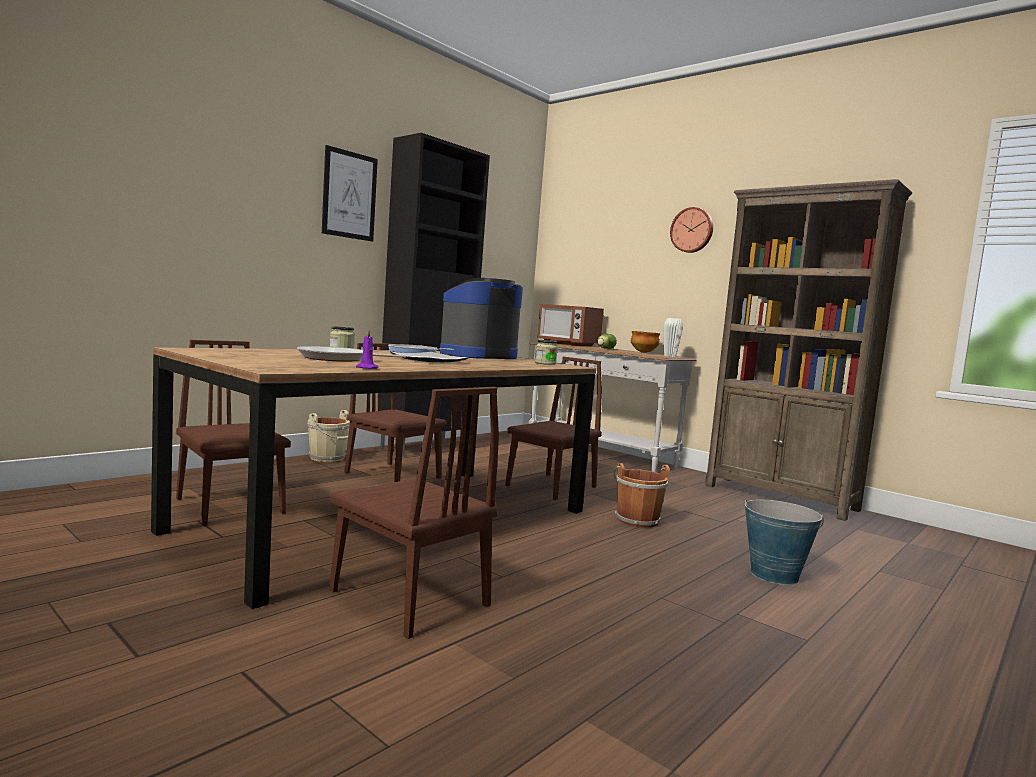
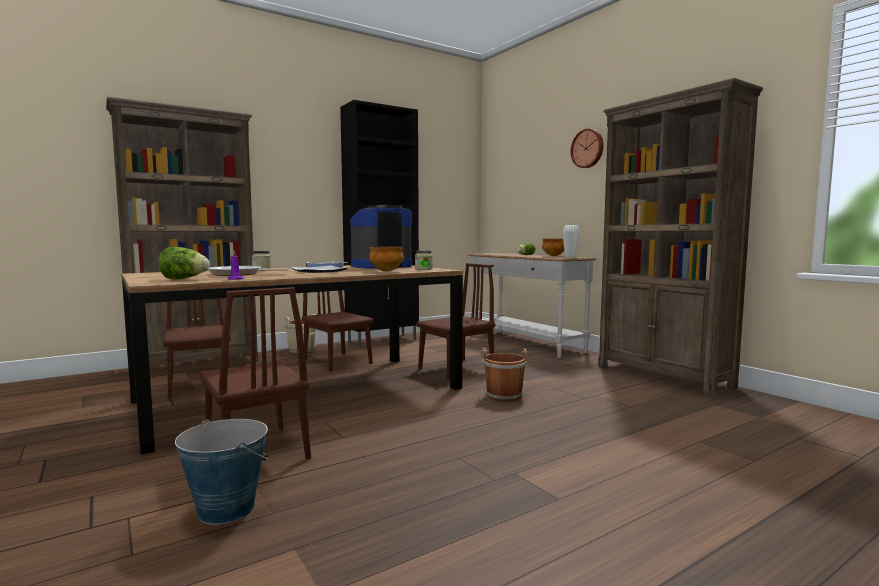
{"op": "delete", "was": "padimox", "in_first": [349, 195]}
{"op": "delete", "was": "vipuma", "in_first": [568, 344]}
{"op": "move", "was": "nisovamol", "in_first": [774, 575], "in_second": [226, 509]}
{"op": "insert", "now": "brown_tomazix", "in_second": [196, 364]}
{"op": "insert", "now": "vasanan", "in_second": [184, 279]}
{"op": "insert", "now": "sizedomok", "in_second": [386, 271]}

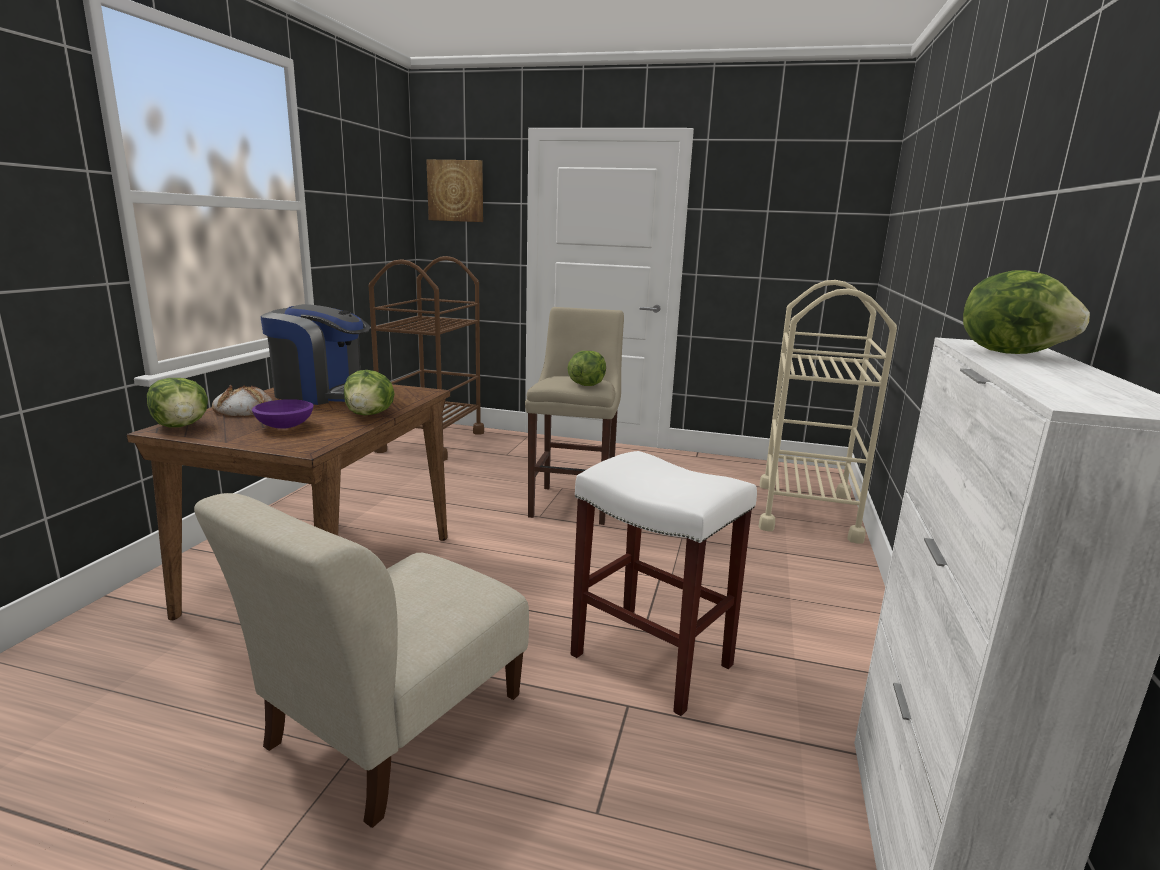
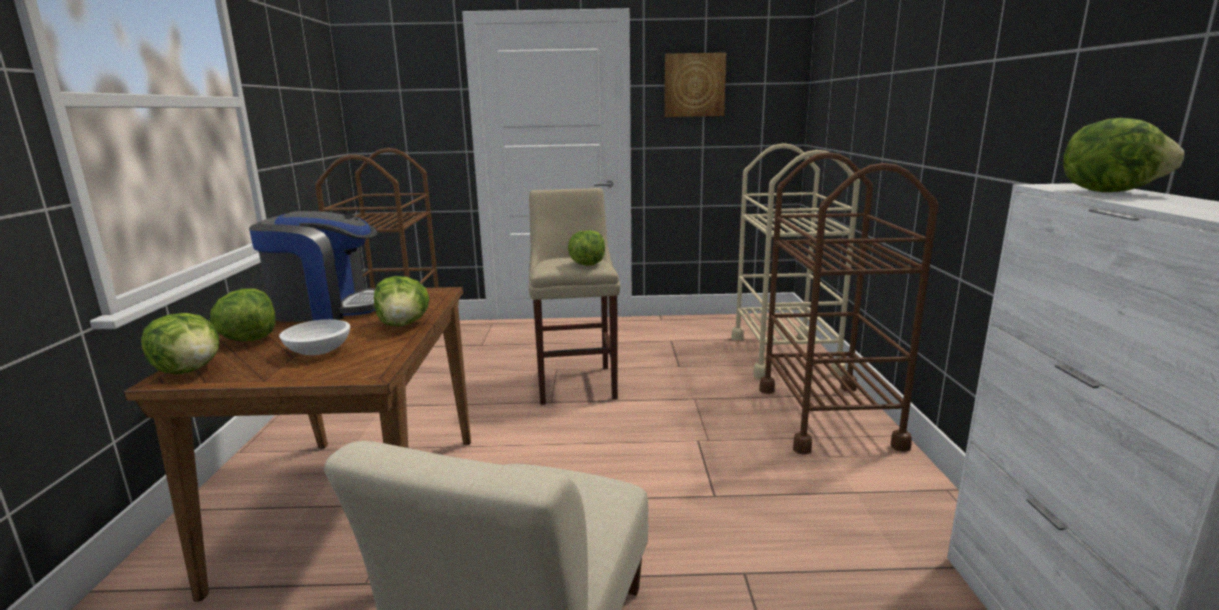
{"op": "replace", "was": "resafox", "now": "vasanan", "in_first": [243, 409], "in_second": [249, 339]}
{"op": "recolor", "was": "purple_sizedomok", "now": "white_sizedomok", "in_first": [284, 426], "in_second": [318, 351]}
{"op": "move", "was": "padimox", "in_first": [456, 191], "in_second": [694, 85]}
{"op": "delete", "was": "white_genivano", "in_first": [653, 660]}
{"op": "insert", "now": "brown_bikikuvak", "in_second": [827, 416]}

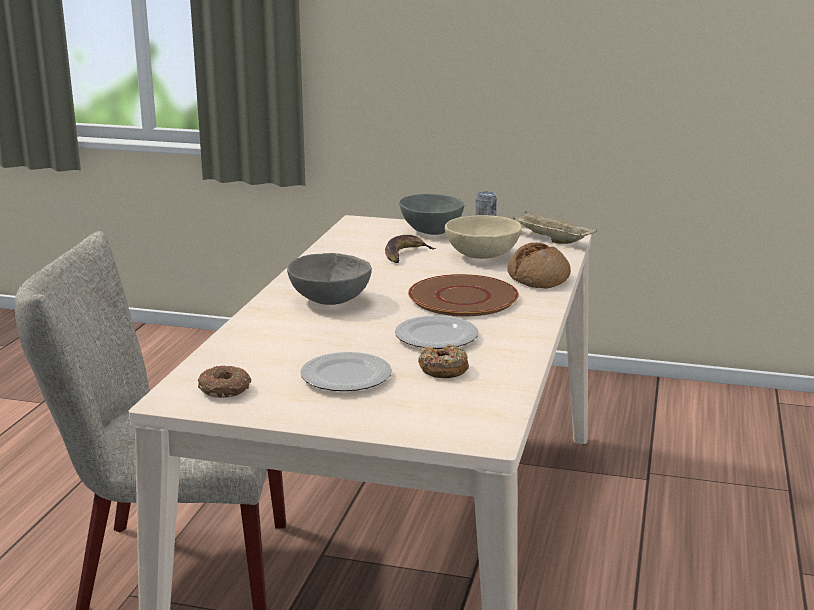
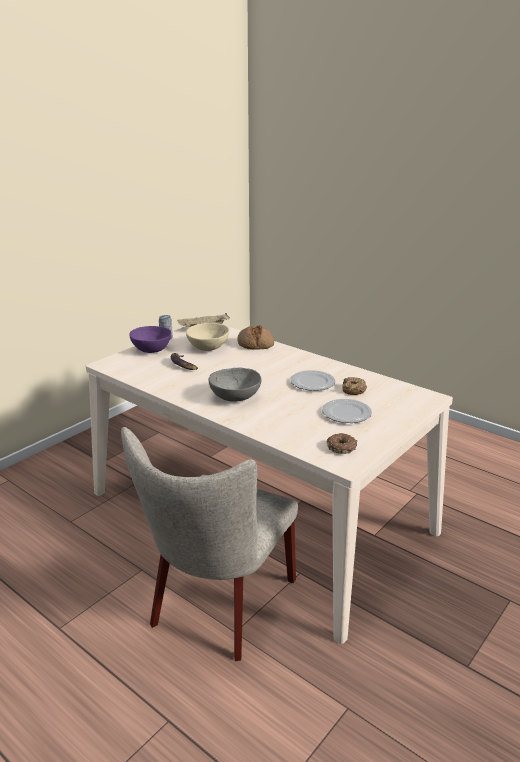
{"op": "recolor", "was": "grey_sizedomok", "now": "purple_sizedomok", "in_first": [431, 231], "in_second": [150, 350]}
{"op": "delete", "was": "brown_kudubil", "in_first": [464, 297]}

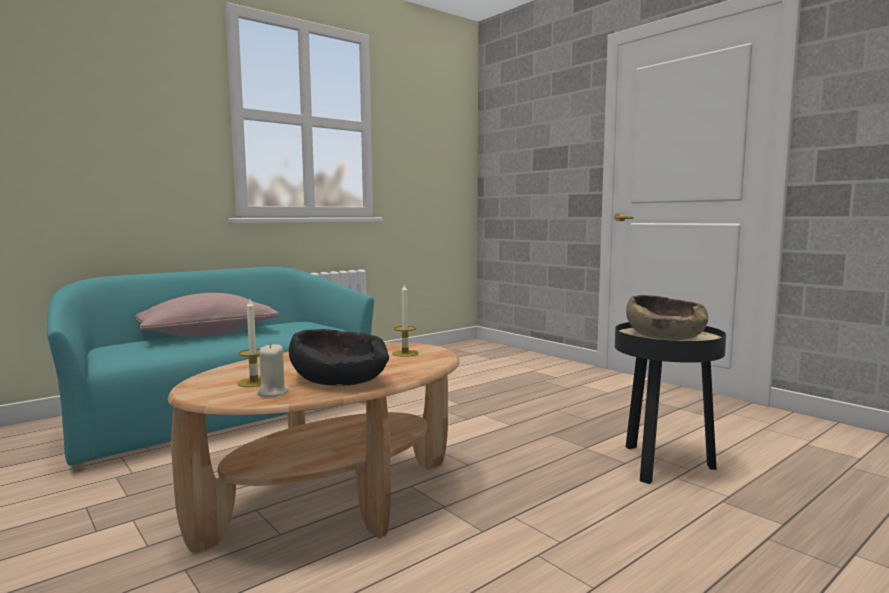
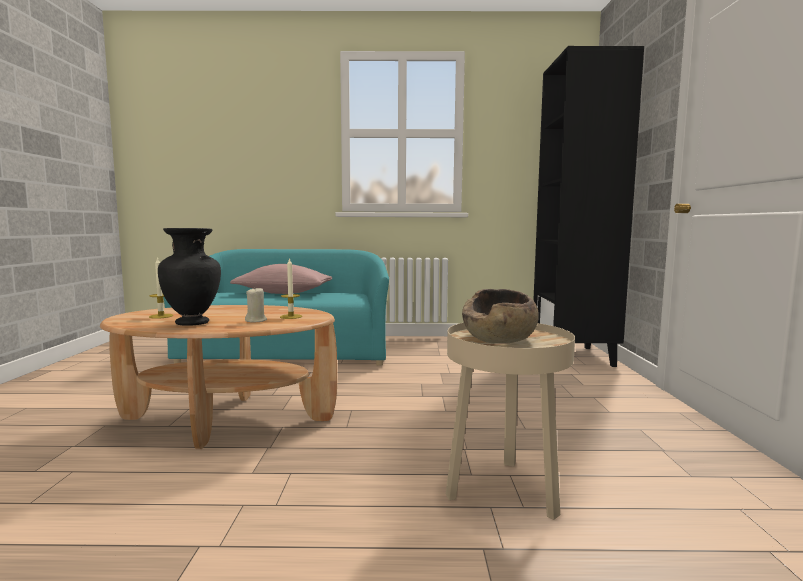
{"op": "move", "was": "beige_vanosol", "in_first": [272, 393], "in_second": [256, 321]}
{"op": "replace", "was": "black_sizedomok", "now": "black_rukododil", "in_first": [339, 380], "in_second": [193, 323]}
{"op": "recolor", "was": "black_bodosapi", "now": "beige_bodosapi", "in_first": [662, 464], "in_second": [504, 490]}
{"op": "insert", "now": "black_tomazix", "in_second": [574, 356]}

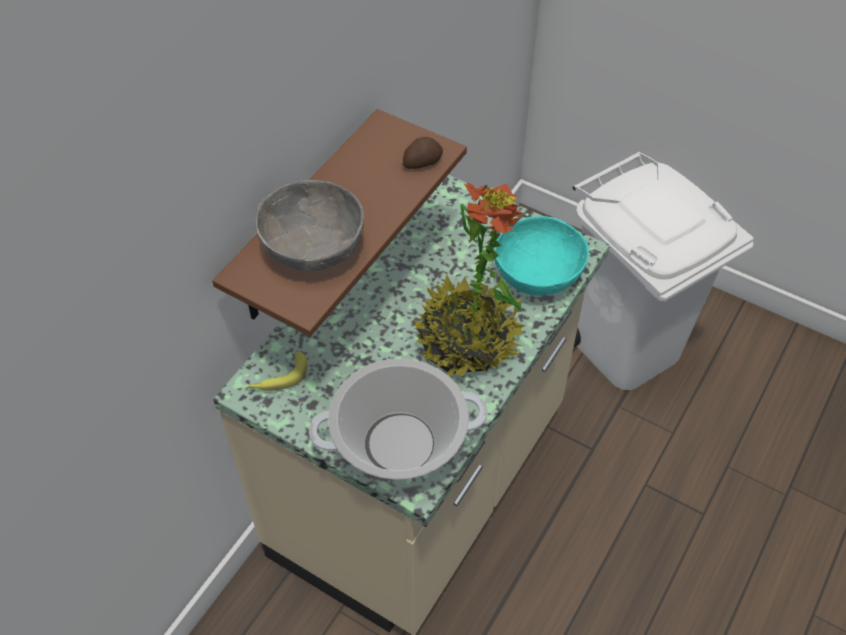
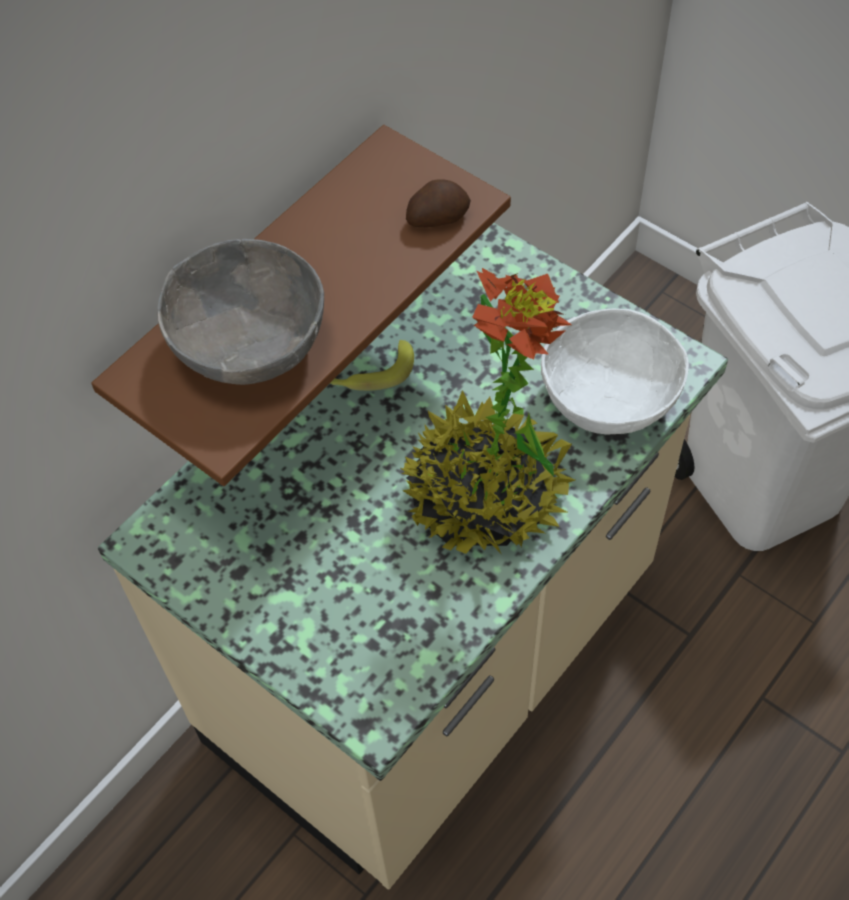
{"op": "move", "was": "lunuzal", "in_first": [278, 378], "in_second": [372, 374]}
{"op": "delete", "was": "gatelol", "in_first": [399, 444]}
{"op": "recolor", "was": "turquoise_sizedomok", "now": "white_sizedomok", "in_first": [538, 274], "in_second": [610, 397]}

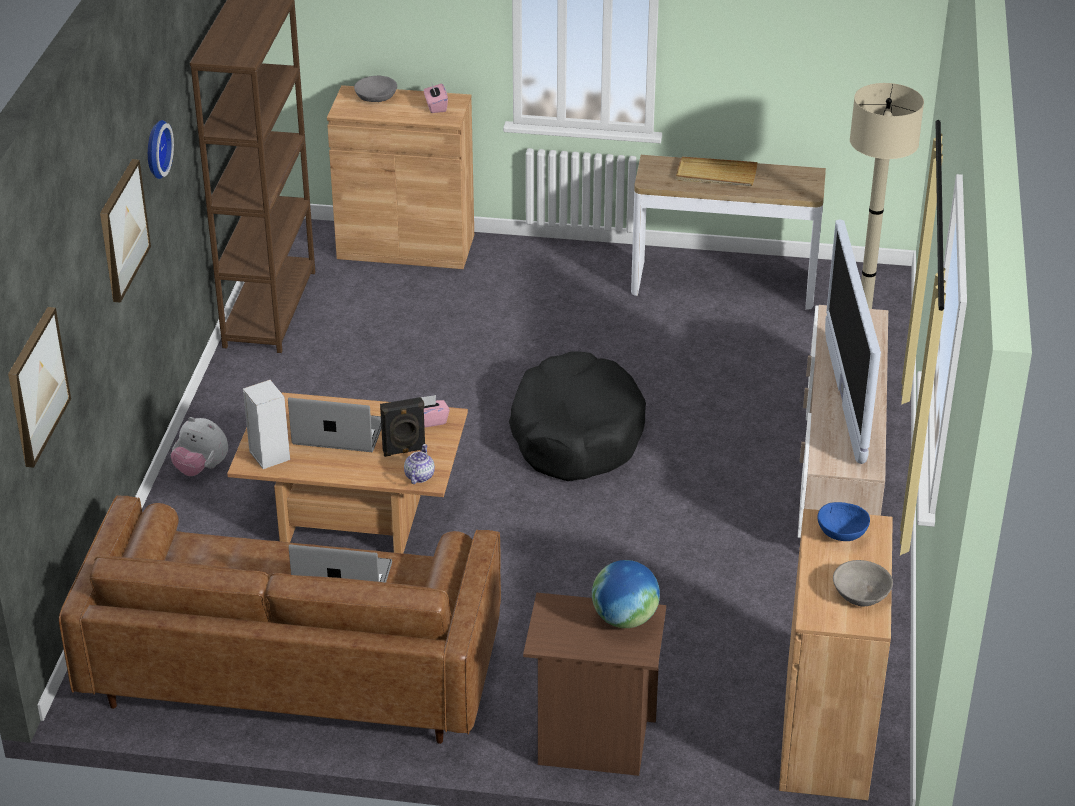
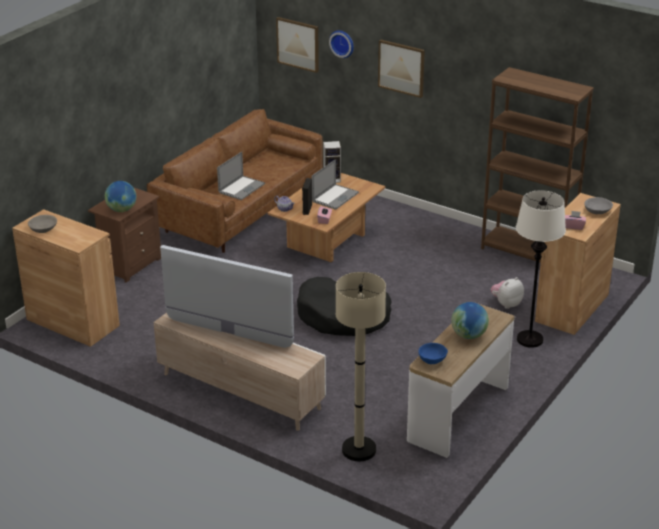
{"op": "move", "was": "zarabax", "in_first": [155, 149], "in_second": [342, 43]}
{"op": "move", "was": "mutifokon", "in_first": [201, 468], "in_second": [506, 304]}
{"op": "replace", "was": "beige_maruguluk", "now": "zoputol", "in_first": [716, 175], "in_second": [469, 335]}
{"op": "move", "was": "blue_sizedomok", "in_first": [841, 534], "in_second": [432, 360]}
{"op": "insert", "now": "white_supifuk", "in_second": [530, 340]}

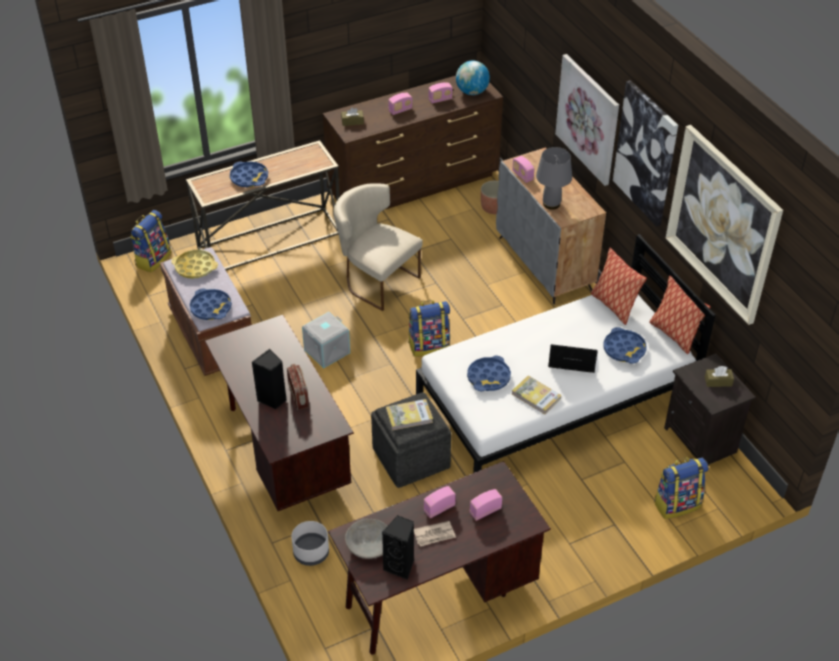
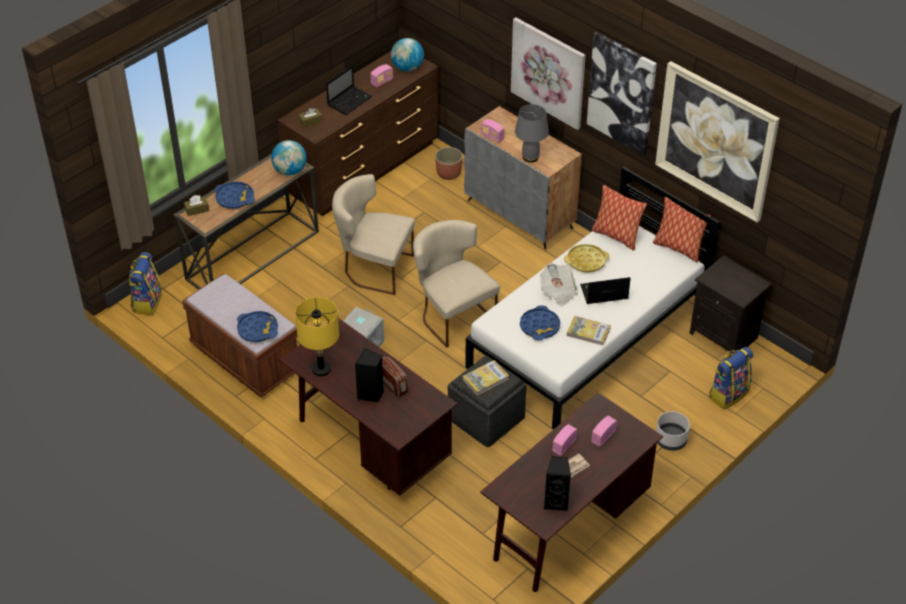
{"op": "move", "was": "yellow_maruguluk", "in_first": [195, 267], "in_second": [586, 261]}
{"op": "move", "was": "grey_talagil", "in_first": [311, 552], "in_second": [670, 440]}
{"op": "delete", "was": "grey_sizedomok", "in_first": [368, 546]}
{"op": "replace", "was": "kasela", "now": "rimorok", "in_first": [400, 110], "in_second": [350, 100]}
{"op": "replace", "was": "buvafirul", "now": "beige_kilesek", "in_first": [429, 345], "in_second": [452, 315]}
{"op": "delete", "was": "blue_maruguluk", "in_first": [624, 349]}
{"op": "move", "was": "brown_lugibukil", "in_first": [718, 381], "in_second": [197, 210]}
{"op": "insert", "now": "zoputol", "in_second": [290, 171]}
{"op": "insert", "now": "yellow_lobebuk", "in_second": [321, 369]}
{"op": "insert", "now": "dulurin", "in_second": [558, 292]}

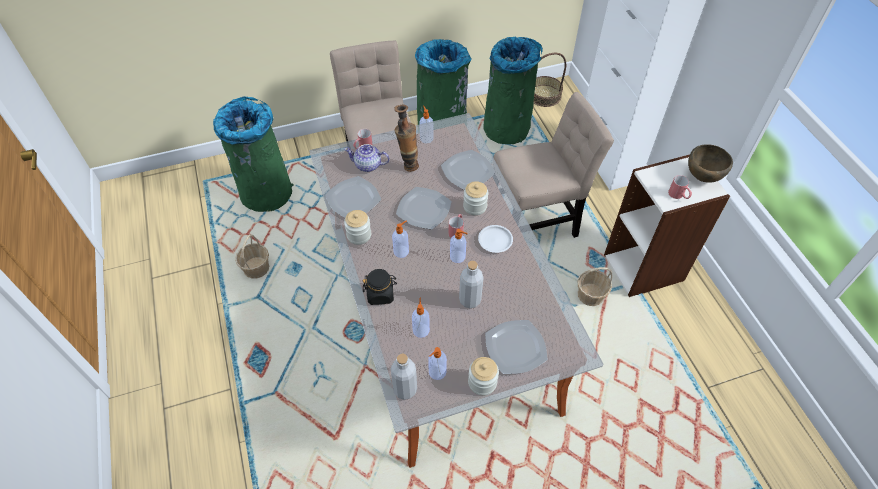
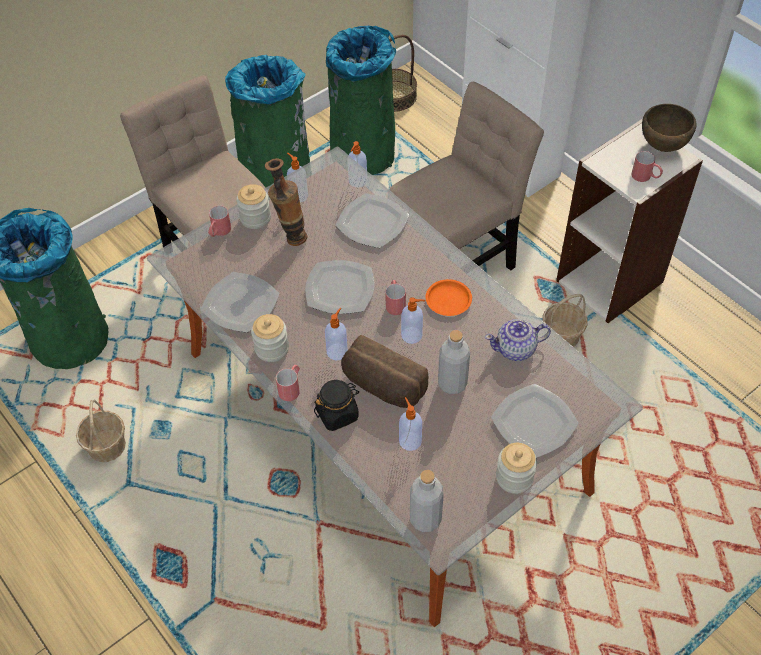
{"op": "move", "was": "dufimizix", "in_first": [368, 165], "in_second": [516, 349]}
{"op": "move", "was": "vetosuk", "in_first": [436, 372], "in_second": [357, 181]}
{"op": "move", "was": "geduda", "in_first": [475, 206], "in_second": [255, 218]}
{"op": "recolor", "was": "white_kudubil", "now": "orange_kudubil", "in_first": [495, 240], "in_second": [448, 300]}
{"op": "insert", "now": "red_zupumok", "in_second": [291, 388]}
{"op": "insert", "now": "resafox", "in_second": [382, 387]}

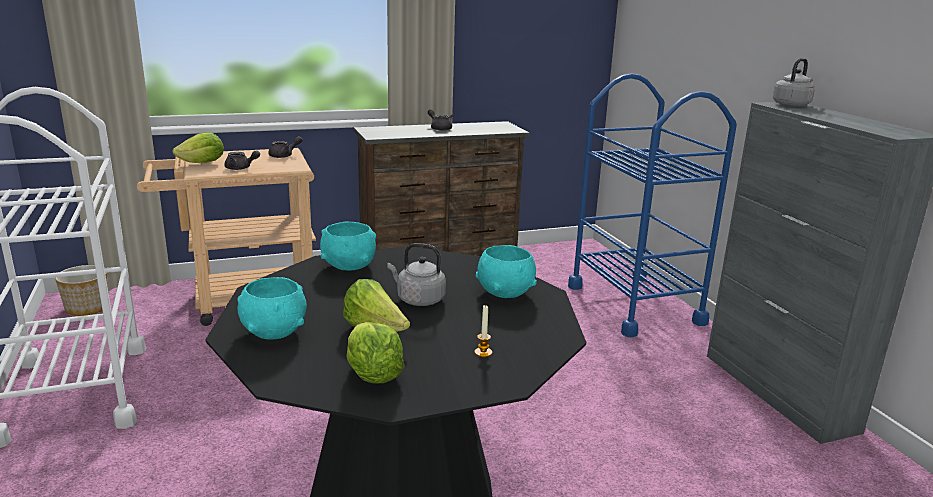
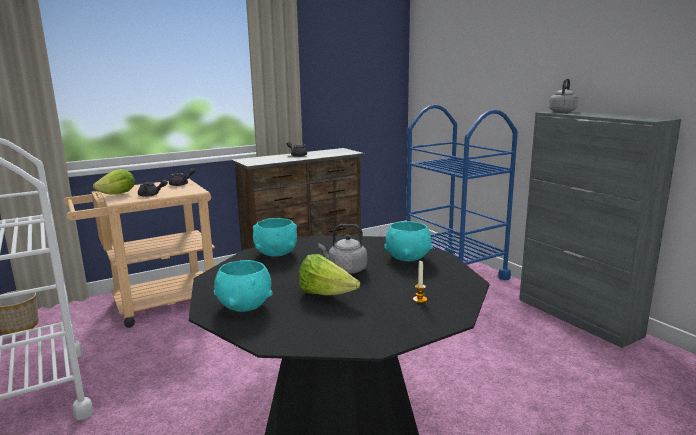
{"op": "delete", "was": "vasanan", "in_first": [373, 375]}

